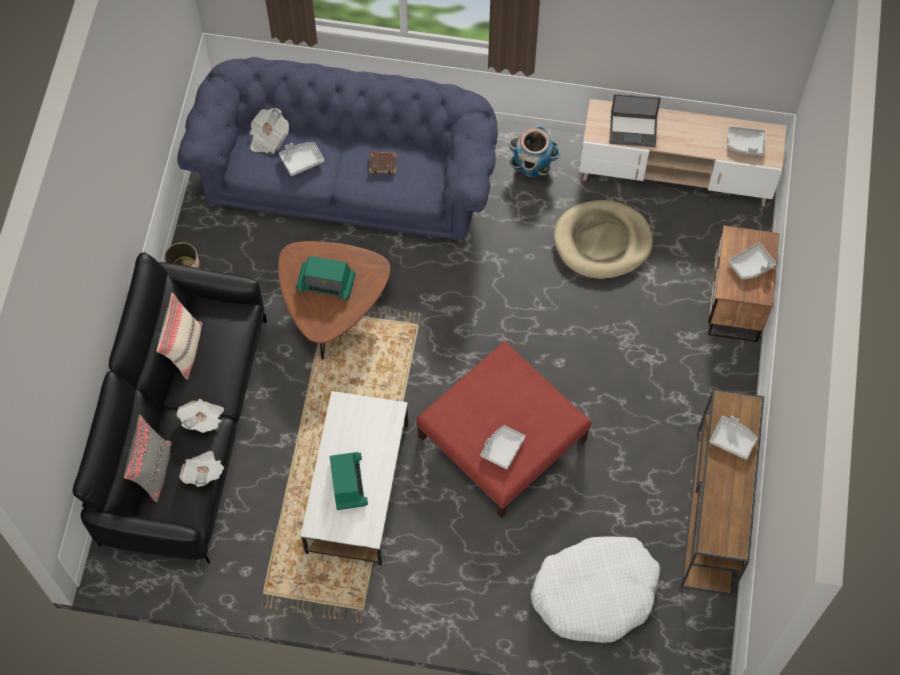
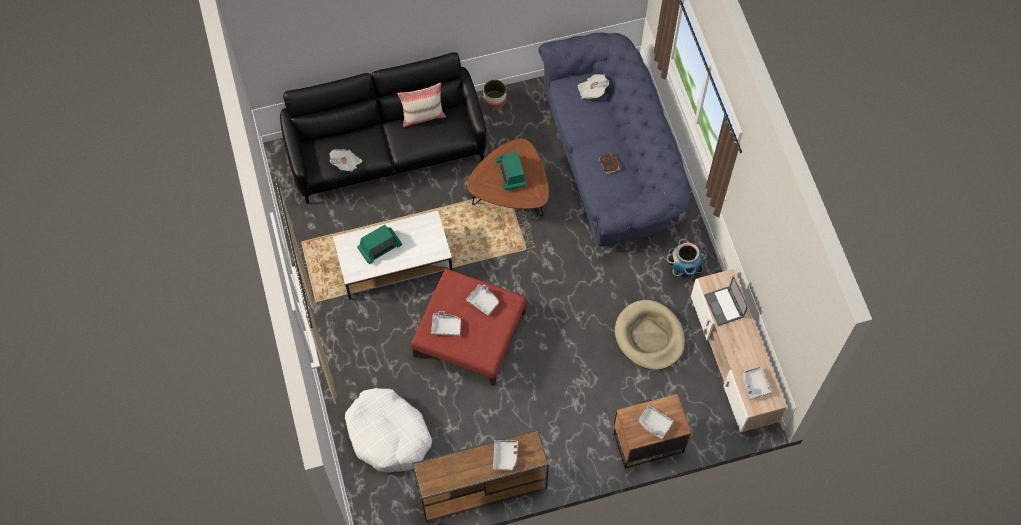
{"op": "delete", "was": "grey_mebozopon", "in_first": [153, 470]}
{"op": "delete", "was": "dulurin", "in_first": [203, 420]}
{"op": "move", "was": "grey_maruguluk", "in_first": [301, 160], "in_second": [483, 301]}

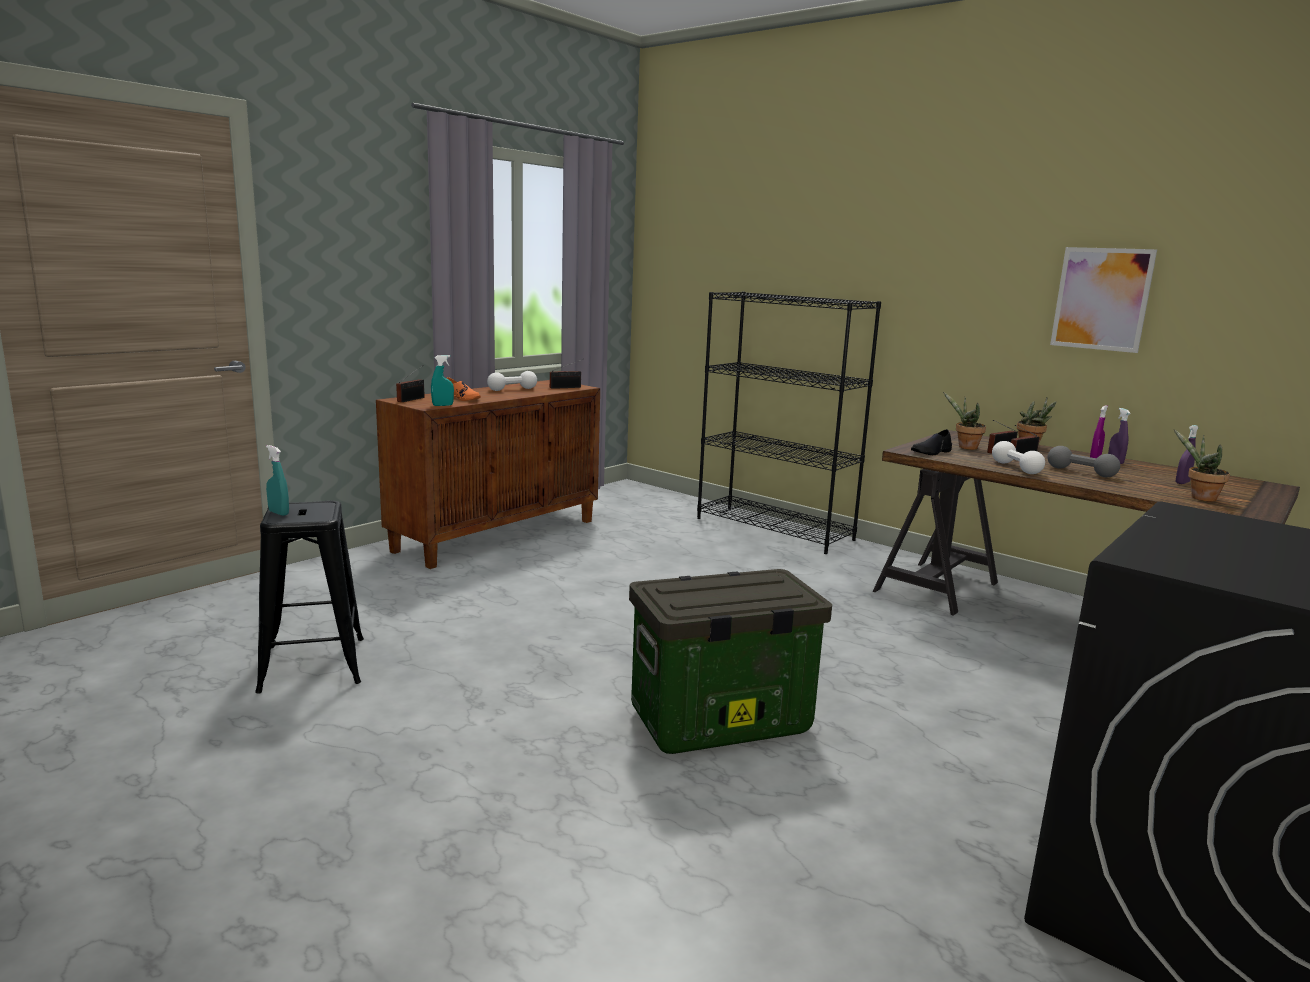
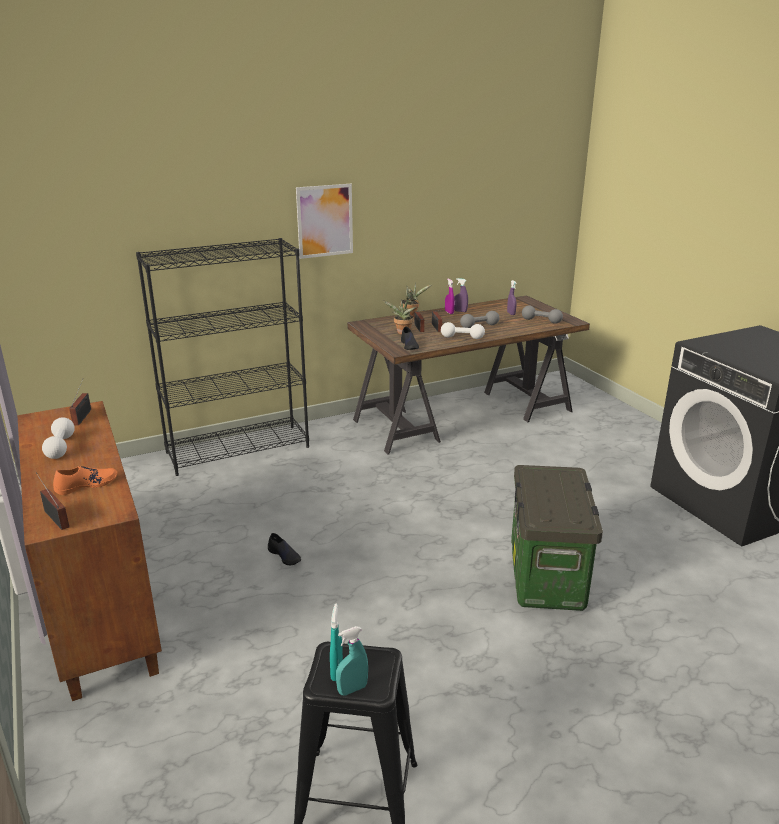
{"op": "move", "was": "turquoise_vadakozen", "in_first": [442, 405], "in_second": [336, 671]}
{"op": "move", "was": "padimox", "in_first": [1101, 299], "in_second": [325, 221]}
{"op": "replace", "was": "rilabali", "now": "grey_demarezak", "in_first": [1199, 498], "in_second": [541, 321]}
{"op": "insert", "now": "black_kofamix", "in_second": [285, 556]}

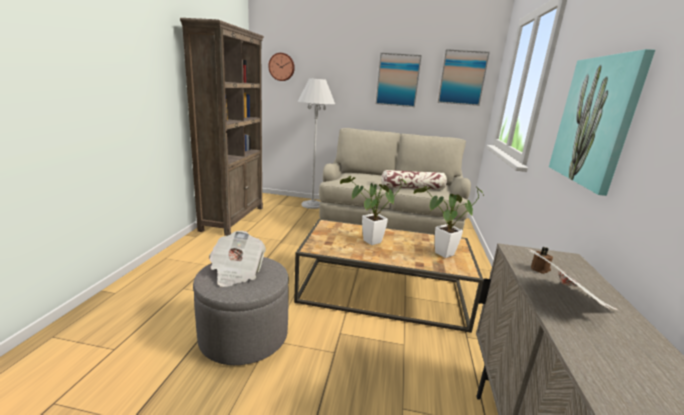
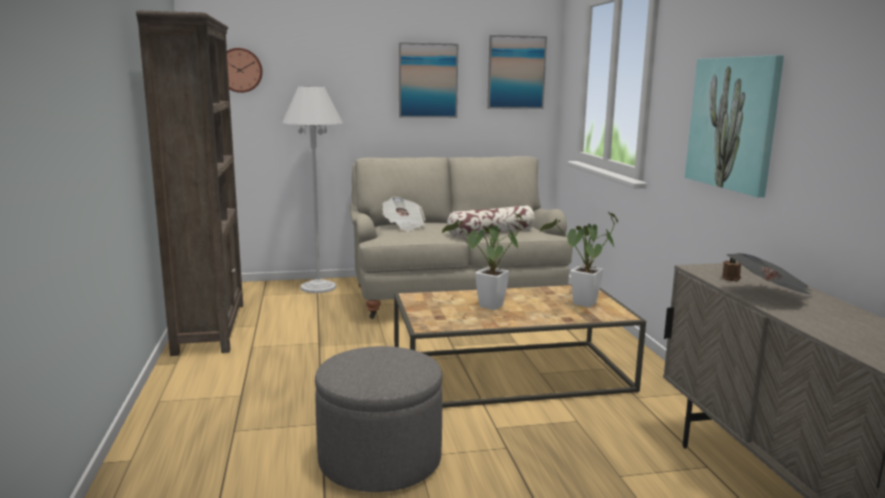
{"op": "move", "was": "dulurin", "in_first": [236, 271], "in_second": [404, 226]}

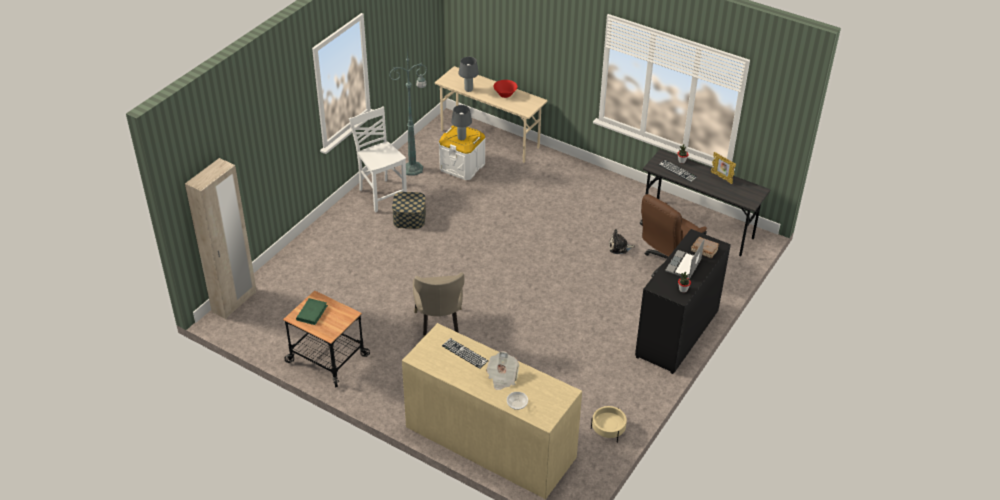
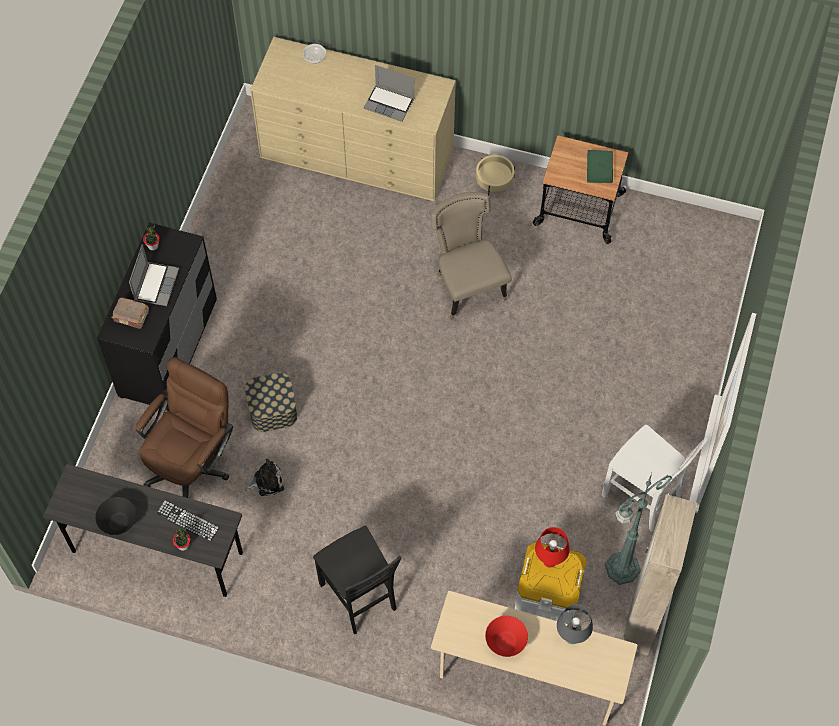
{"op": "move", "was": "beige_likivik", "in_first": [234, 302], "in_second": [640, 621]}
{"op": "move", "was": "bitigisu", "in_first": [409, 218], "in_second": [272, 409]}
{"op": "replace", "was": "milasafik", "now": "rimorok", "in_first": [464, 353], "in_second": [390, 103]}
{"op": "recolor", "was": "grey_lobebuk", "now": "red_lobebuk", "in_first": [462, 138], "in_second": [549, 562]}
{"op": "delete", "was": "dulurin", "in_first": [502, 377]}
{"op": "move", "was": "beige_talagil", "in_first": [608, 429], "in_second": [494, 181]}
{"op": "replace", "was": "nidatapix", "now": "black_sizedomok", "in_first": [721, 178], "in_second": [118, 522]}
{"op": "insert", "now": "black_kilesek", "in_second": [359, 597]}

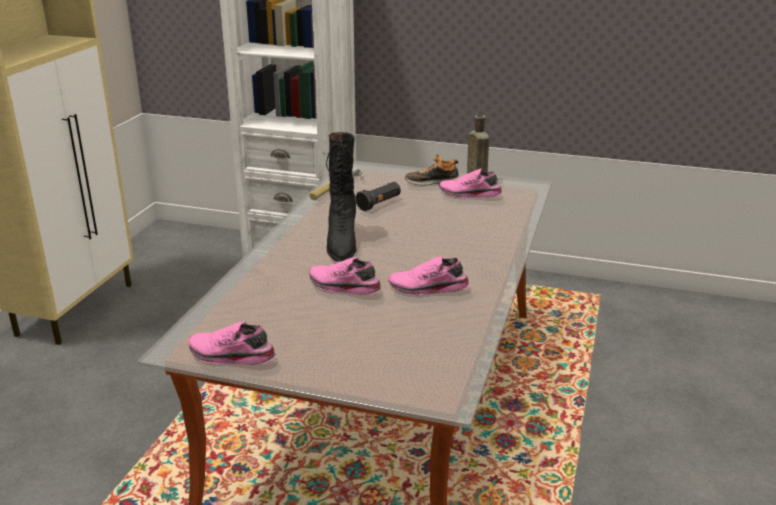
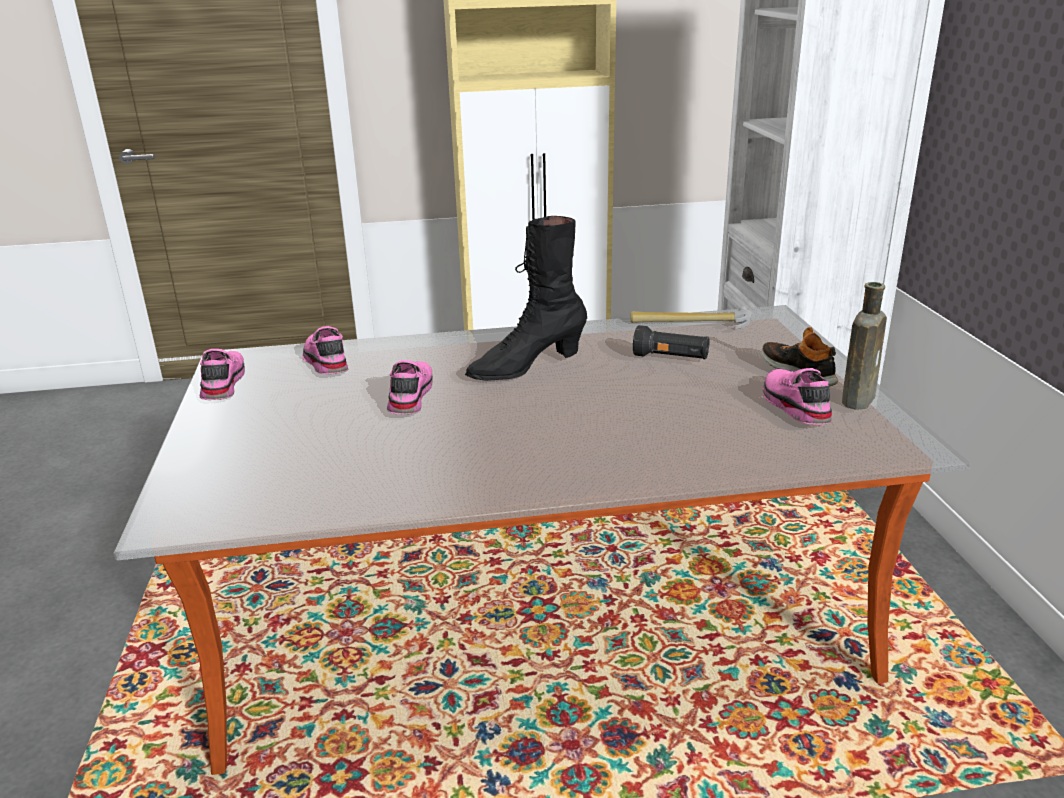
{"op": "move", "was": "pink_kofamix", "in_first": [428, 289], "in_second": [325, 362]}

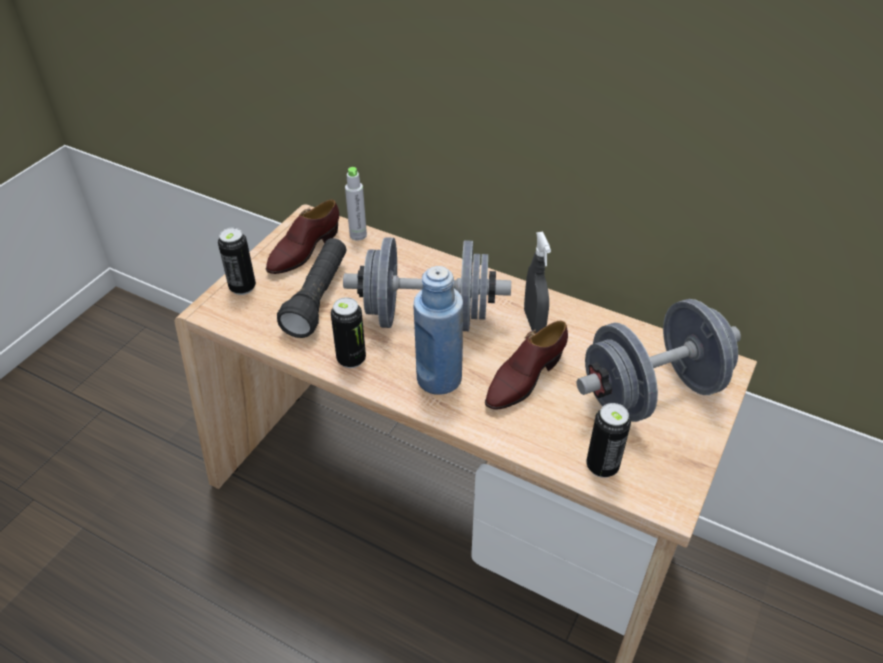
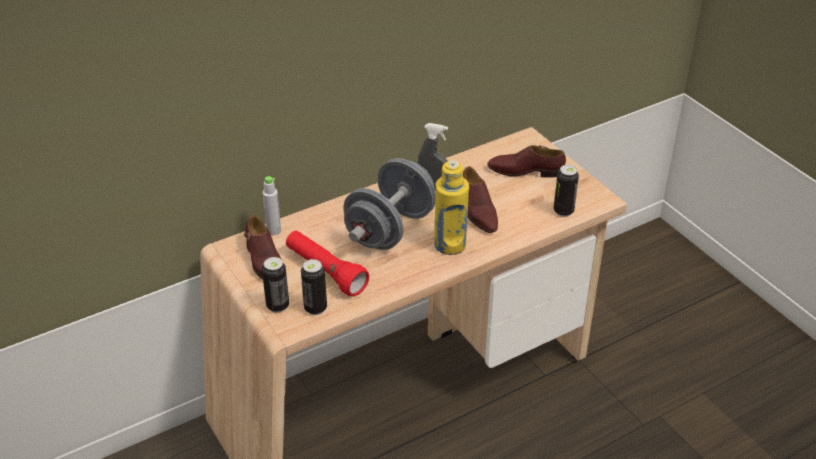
{"op": "recolor", "was": "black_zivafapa", "now": "red_zivafapa", "in_first": [318, 298], "in_second": [325, 272]}
{"op": "move", "was": "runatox", "in_first": [351, 359], "in_second": [315, 308]}
{"op": "recolor", "was": "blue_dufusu", "now": "yellow_dufusu", "in_first": [439, 378], "in_second": [450, 245]}
{"op": "replace", "was": "grey_demarezak", "now": "brown_kofamix", "in_first": [651, 392], "in_second": [525, 171]}

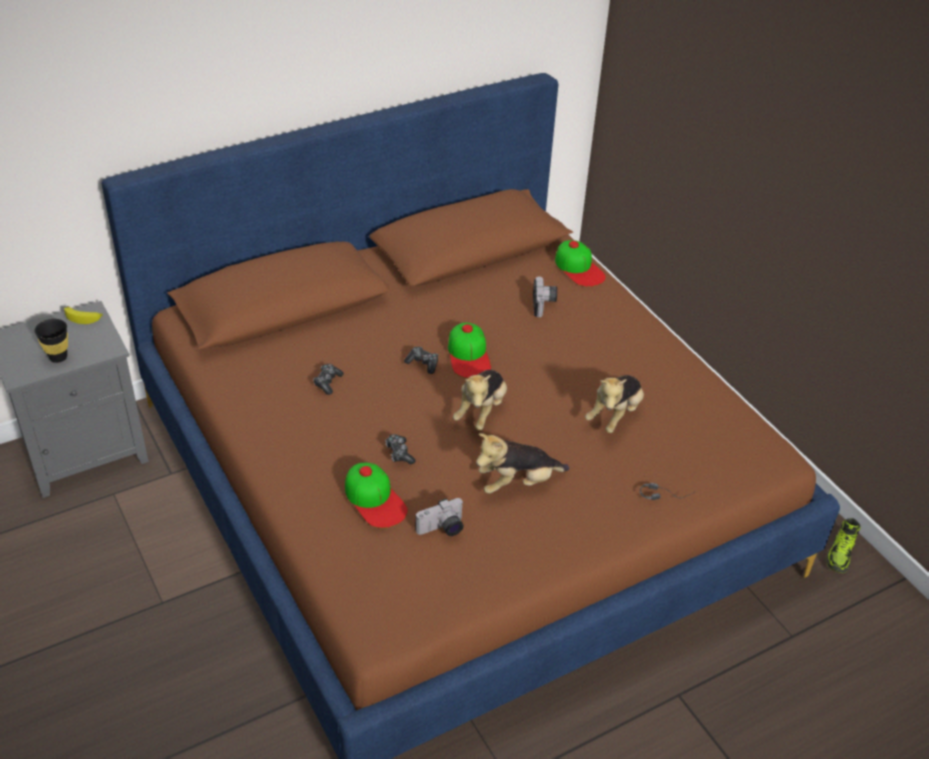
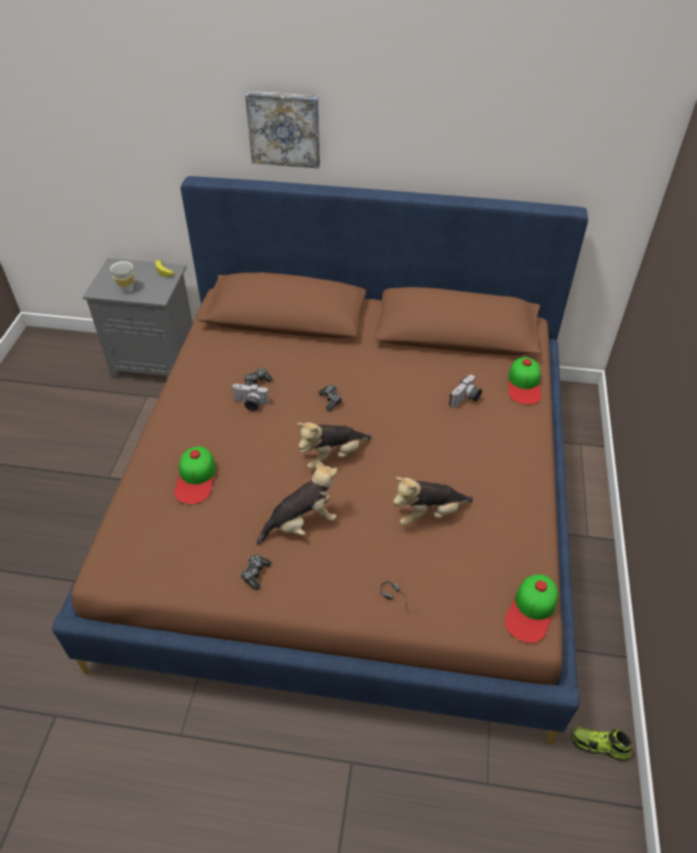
{"op": "recolor", "was": "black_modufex", "now": "white_modufex", "in_first": [58, 357], "in_second": [127, 289]}
{"op": "move", "was": "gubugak", "in_first": [399, 453], "in_second": [255, 573]}
{"op": "move", "was": "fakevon", "in_first": [442, 529], "in_second": [250, 404]}
{"op": "move", "was": "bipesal", "in_first": [469, 355], "in_second": [531, 610]}
{"op": "rotate", "was": "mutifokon", "in_first": [517, 483], "in_second": [302, 523], "clockwise": 135}
{"op": "rotate", "was": "kofamix", "in_first": [840, 554], "in_second": [599, 746], "clockwise": 45}
{"op": "insert", "now": "padimox", "in_second": [284, 128]}

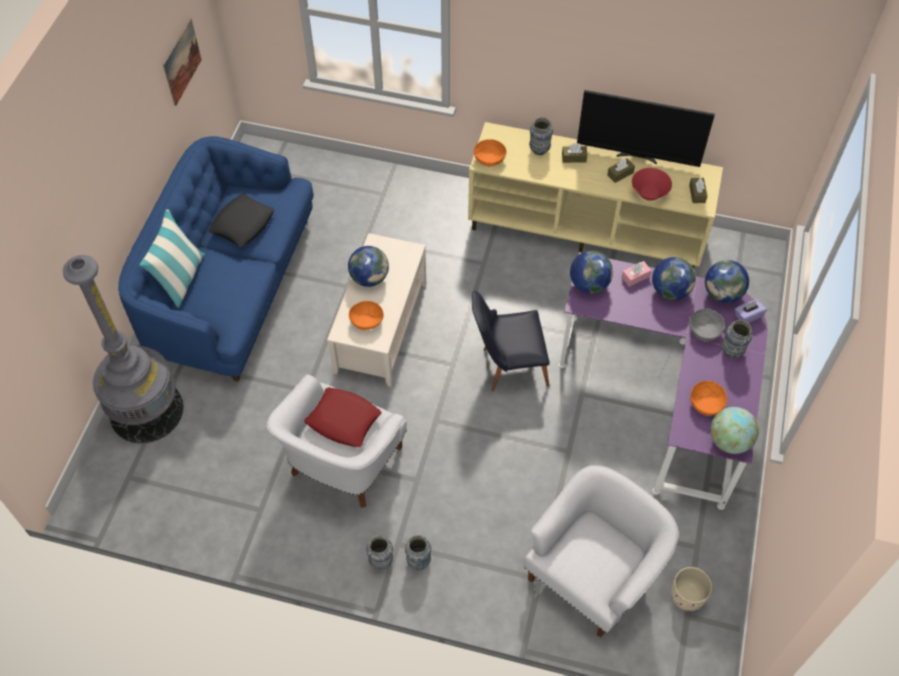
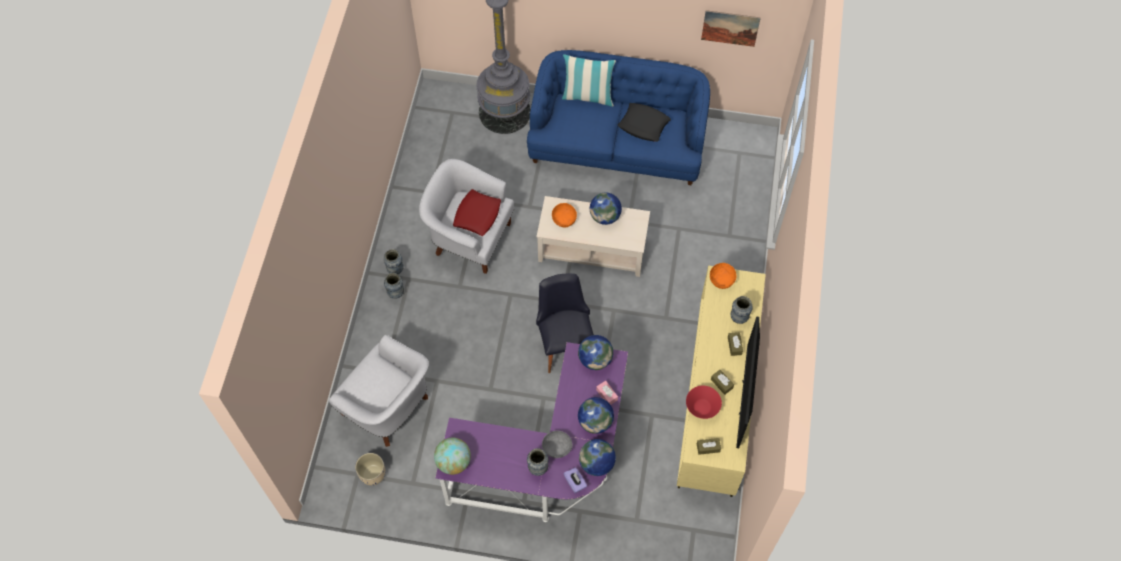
{"op": "delete", "was": "orange_sizedomok", "in_first": [706, 403]}

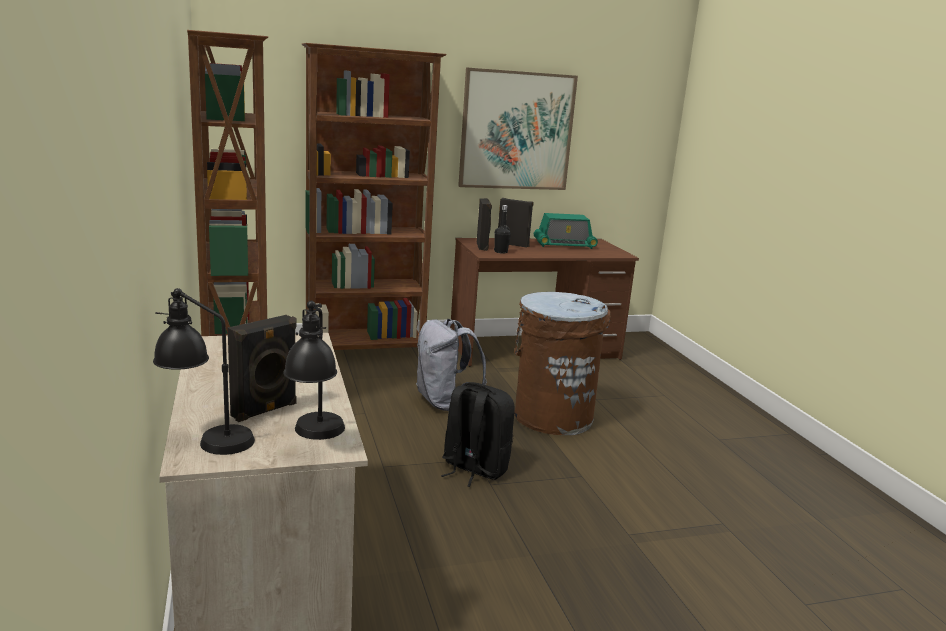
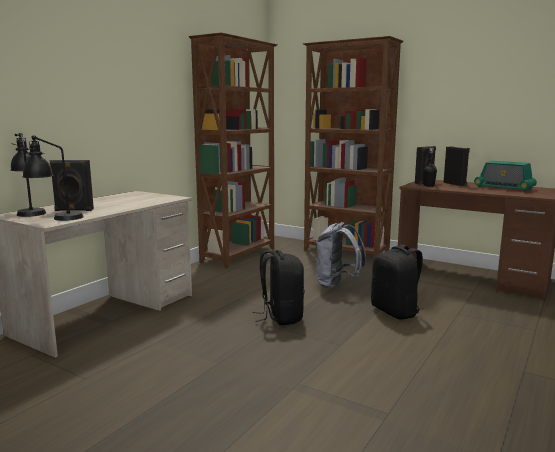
{"op": "delete", "was": "padimox", "in_first": [516, 131]}
{"op": "replace", "was": "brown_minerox", "now": "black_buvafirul", "in_first": [552, 417], "in_second": [396, 312]}

